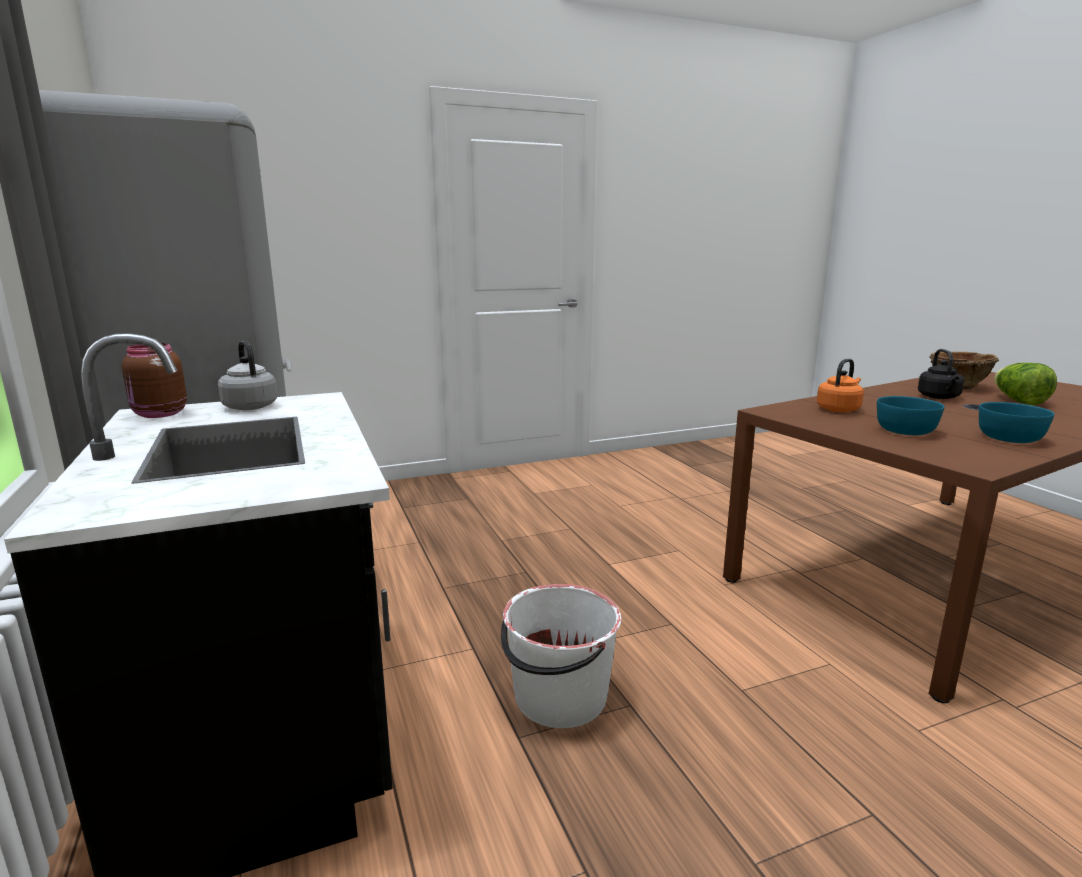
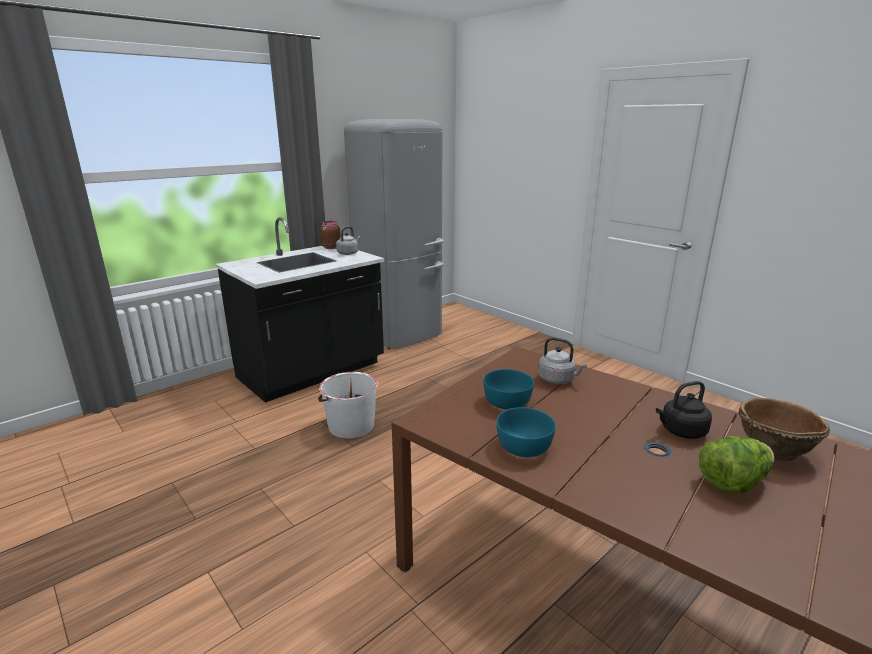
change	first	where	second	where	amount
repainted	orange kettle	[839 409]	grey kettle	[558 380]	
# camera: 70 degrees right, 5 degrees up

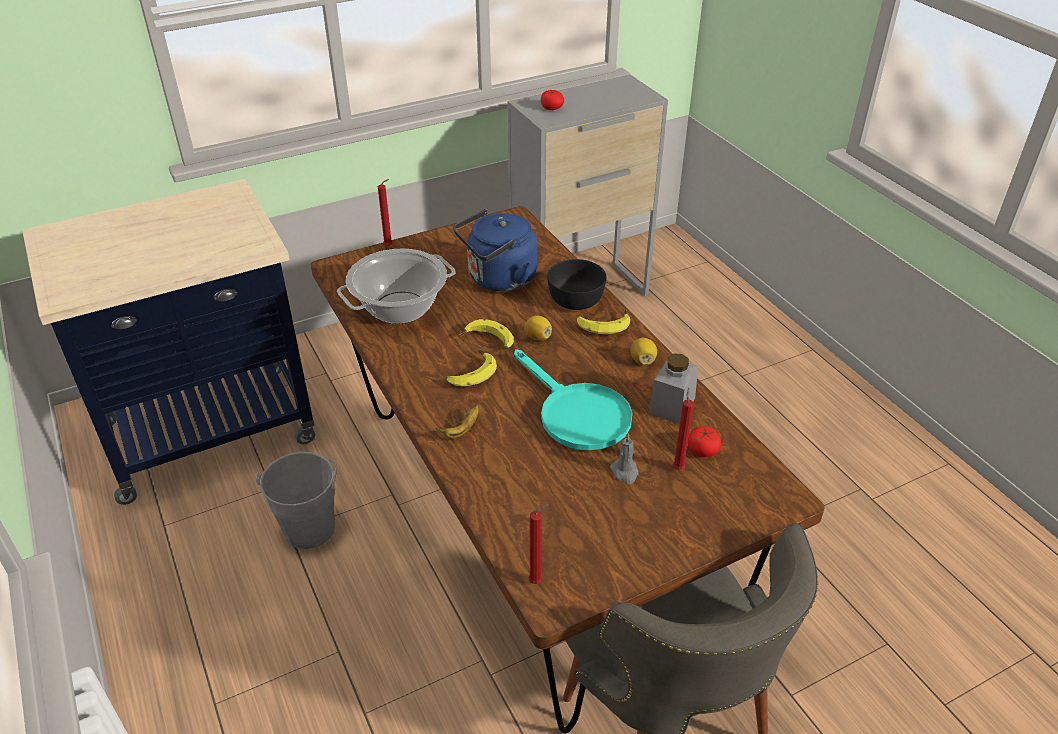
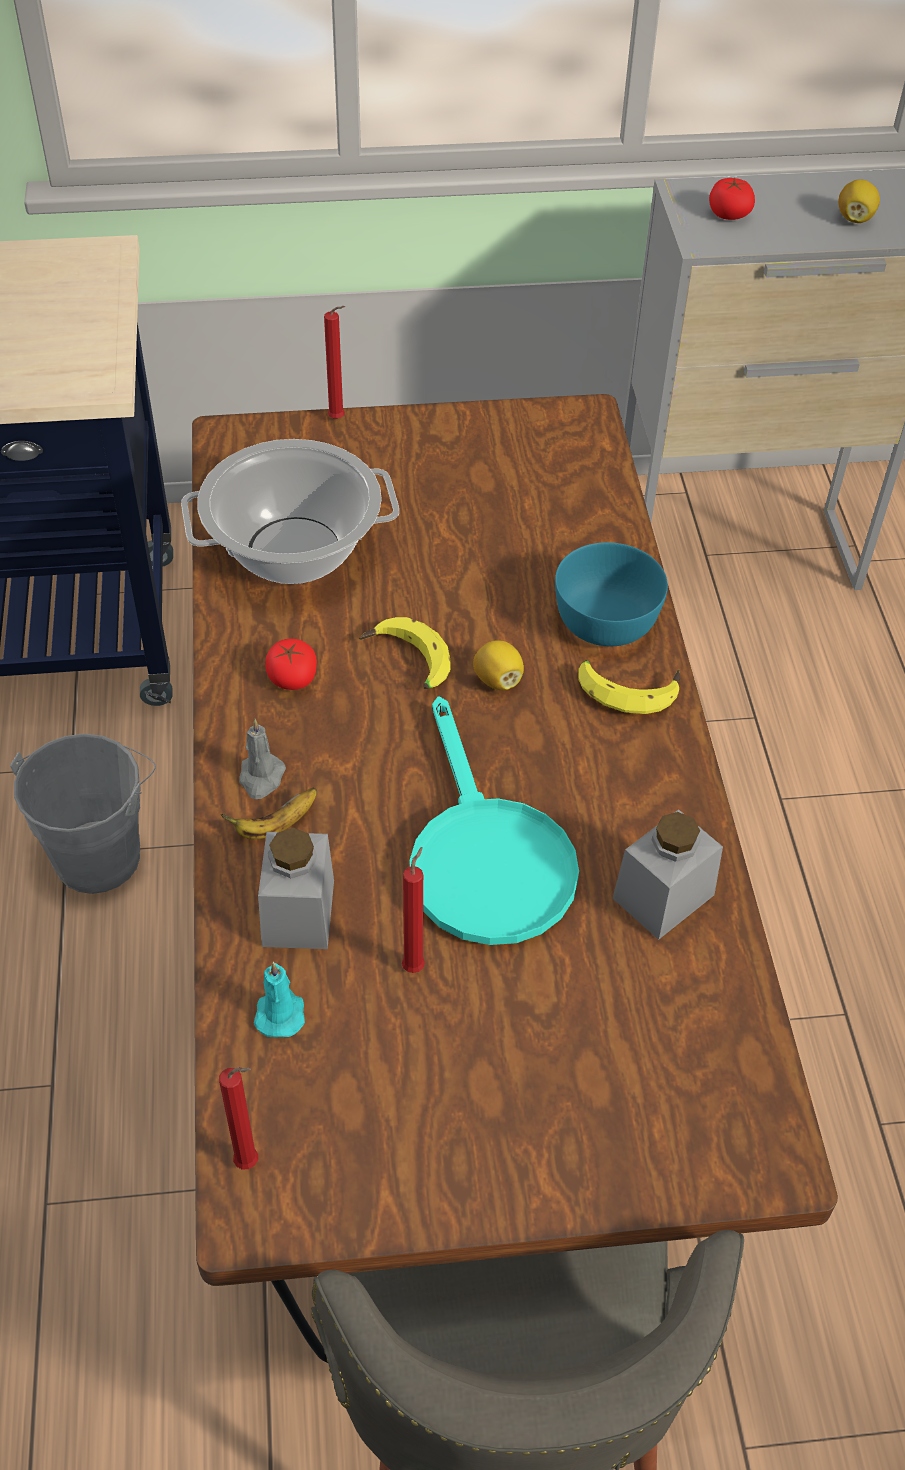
change	first	where	second	where	amount
gone	banana	[470 373]			
gone	blue kettle	[498 279]			
repainted	black bowl	[574 299]	turquoise bowl	[604 619]	
shifted	grey candle	[625 472]		[261 778]	
shifted	lemon	[642 360]		[855 218]	
shifted	red candle	[678 467]		[415 965]	
shifted	tomato	[702 450]		[292 678]	
new			turquoise candle	[280 1012]	
new			grey jar	[298 913]	
# camera: 20 degrees right, 10 degrees up

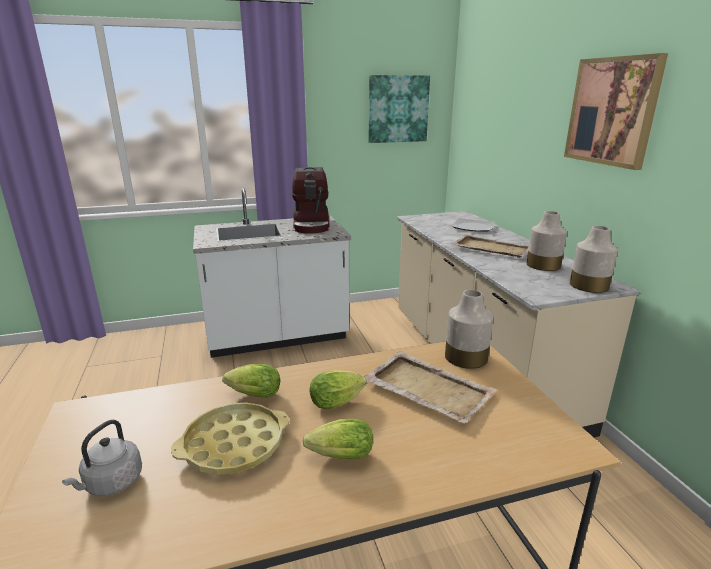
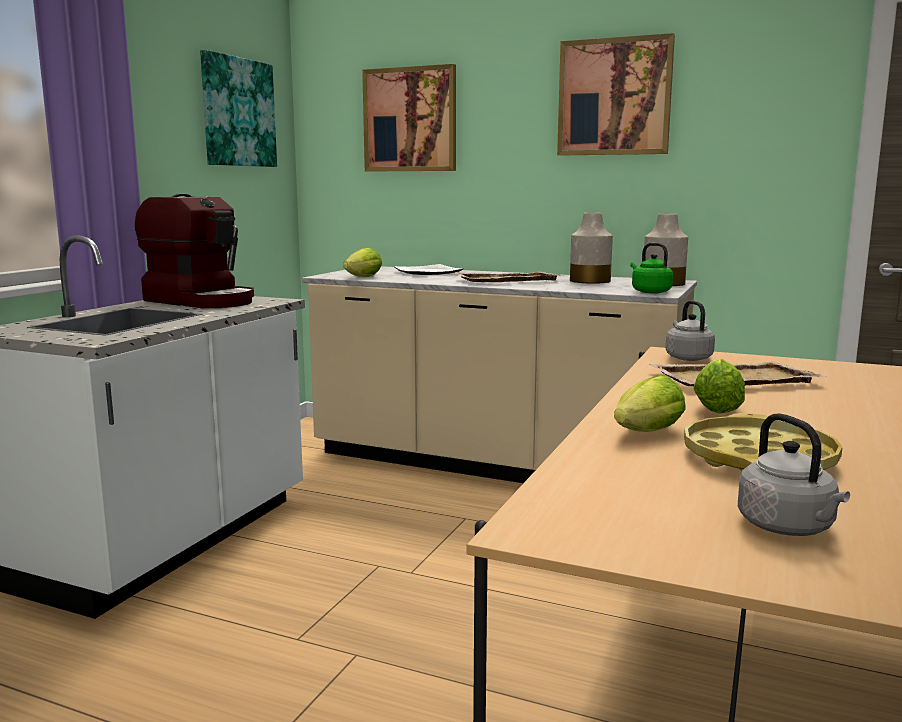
change	first	where	second	where	amount
shifted	lettuce	[338 456]		[361 277]	
swapped	beige vase	[466 356]	grey kettle	[687 357]	
new			picture	[410 120]	
new			green kettle	[649 292]	
# camera: 50 degrees left, 10 degrees down

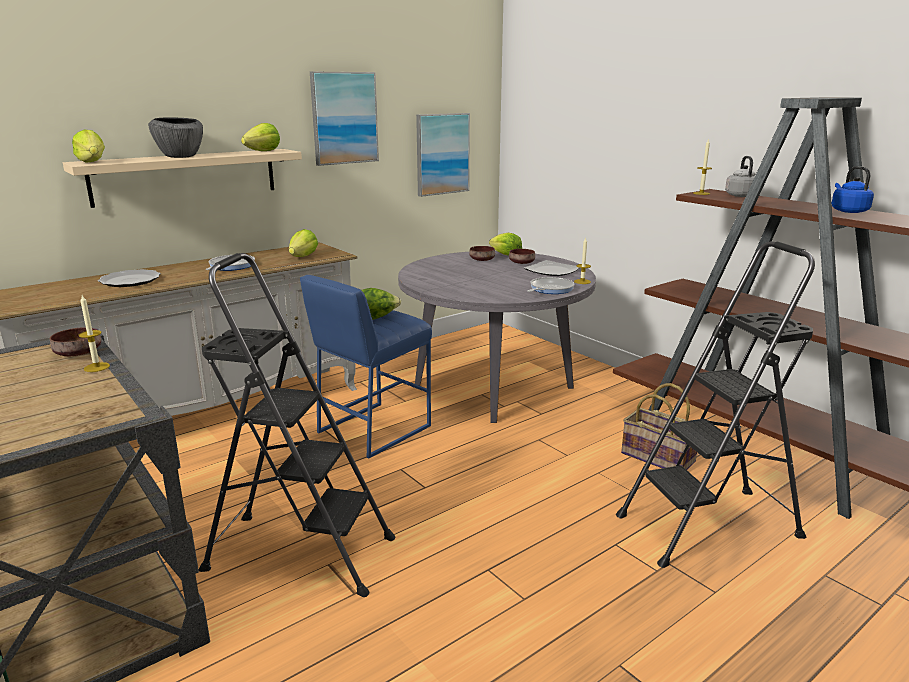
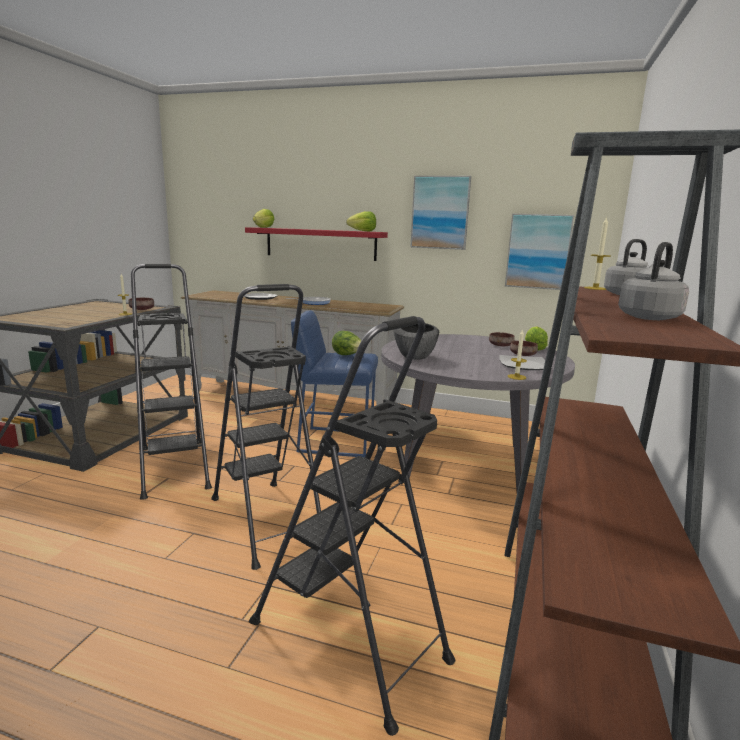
change	first	where	second	where	amount
repainted	beige shelf	[186 176]	red shelf	[320 244]	
shifted	bowl	[180 157]		[414 357]	
gone	lettuce	[303 257]			
gone	frying pan	[550 289]			
gone	basket	[658 457]			
repainted	blue kettle	[848 211]	grey kettle	[650 317]	
new			step ladder	[266 521]	
# camera: 55 degrees right, 5 degrees down

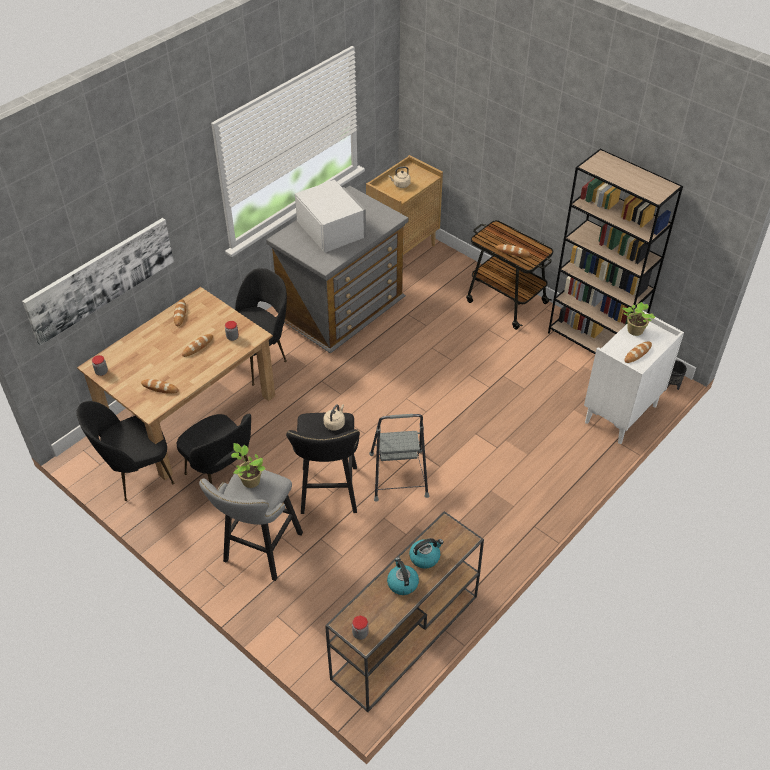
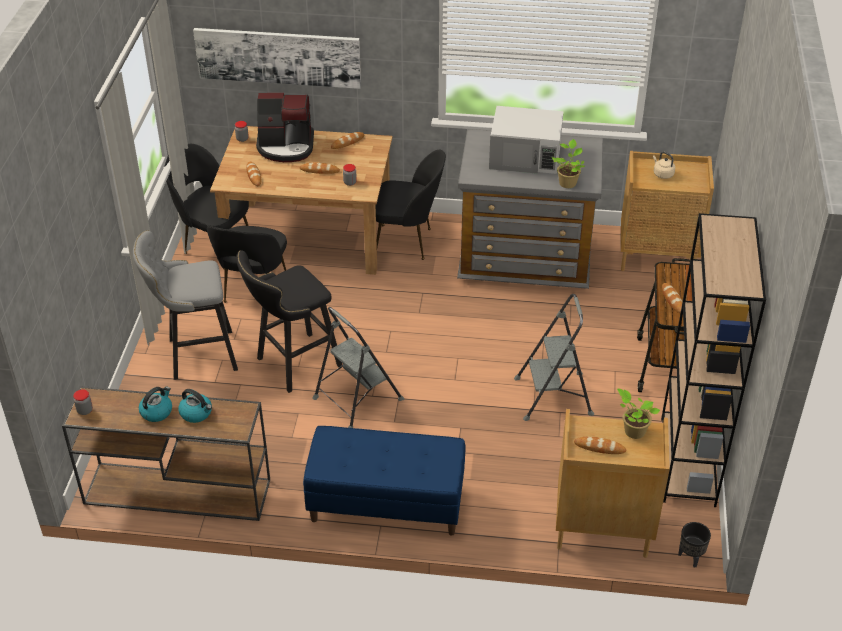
change	first	where	second	where	amount
shifted	potted plant	[250 480]		[567 182]	
rotated	white microwave	[330 228]		[525 156]	75 degrees clockwise
gone	beige kettle	[335 423]			
repainted	white cabinet	[620 414]	brown cabinet	[601 531]	
new			coffee machine	[286 146]	
new			blue bench	[385 504]	
new			grey step ladder	[556 395]	
# camera: 55 degrees right, 5 degrees down

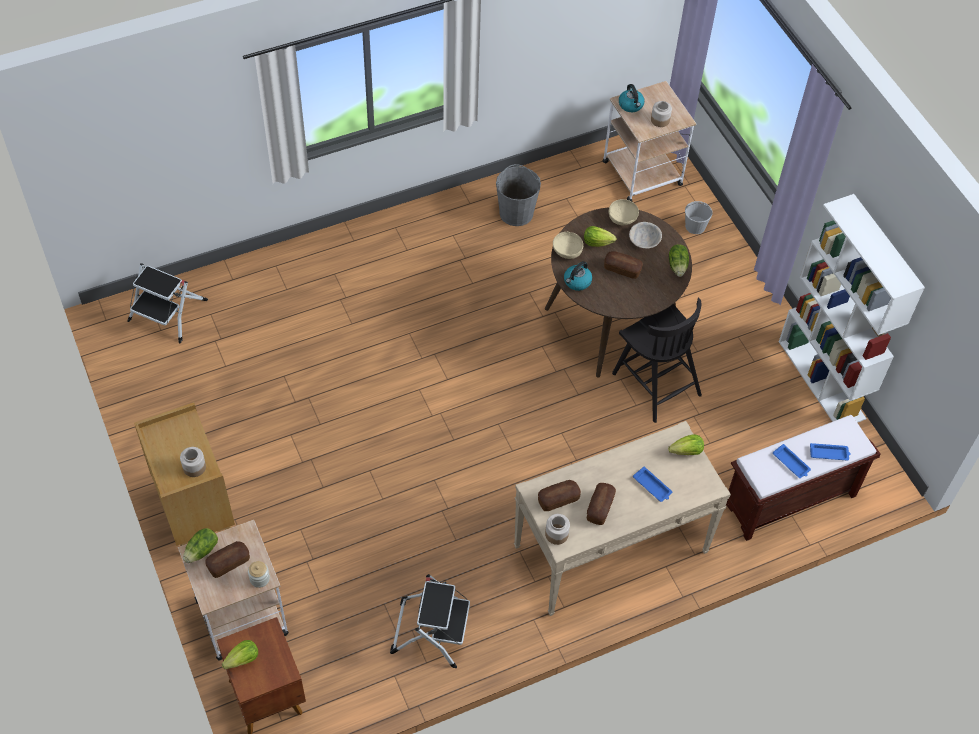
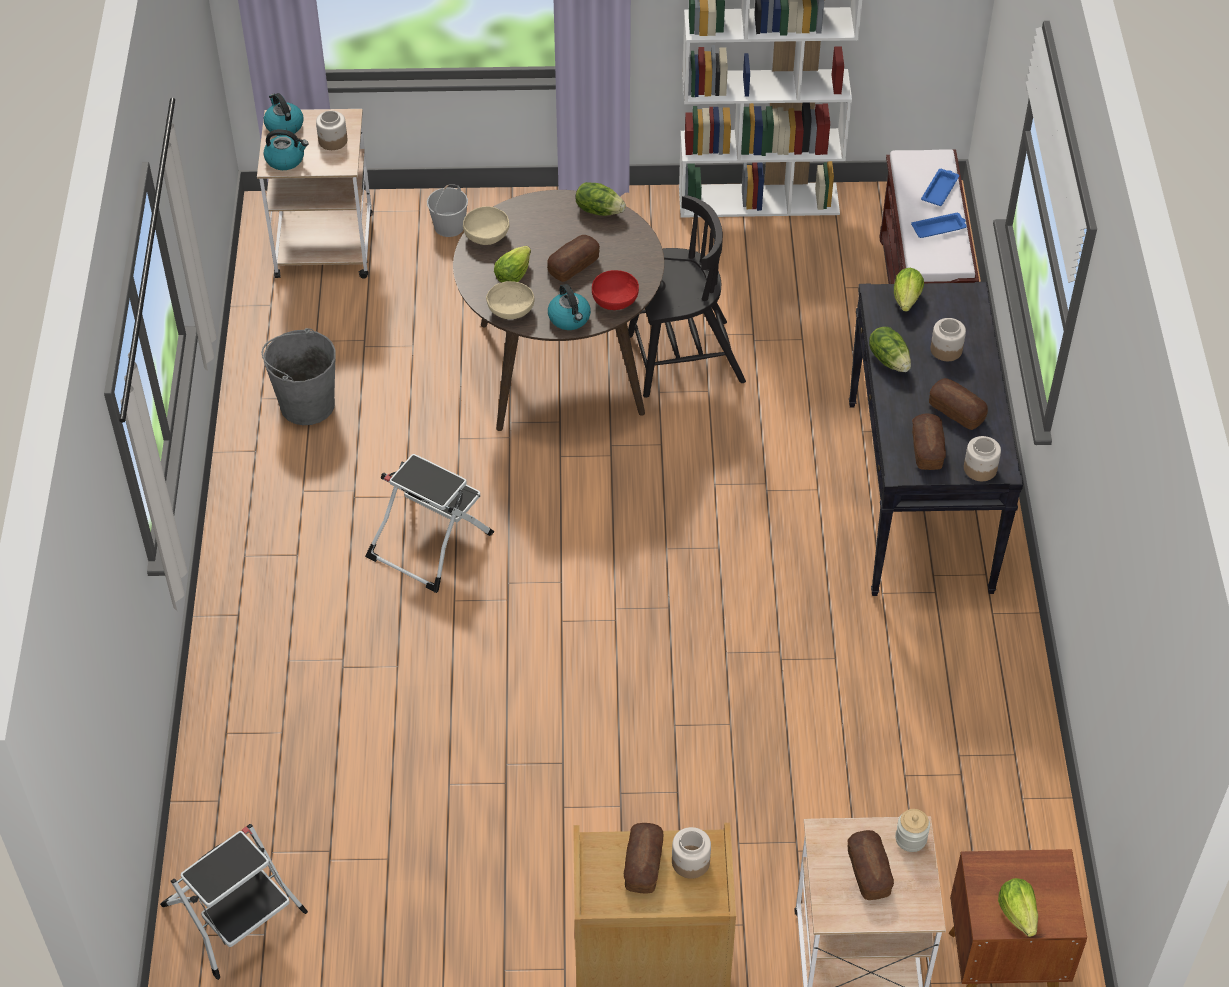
change	first	where	second	where	amount
shifted	lettuce	[202 551]		[889 359]	
shifted	step ladder	[431 630]		[429 540]	
repainted	beige console table	[610 550]	black console table	[919 496]	
gone	beige bowl	[644 241]			
swapped	blue tray	[652 486]	jar	[945 349]	
new			kettle	[283 125]	
new			red bowl	[615 300]	
new			bread	[643 865]	
# camera: 65 degrees left, 5 degrees down

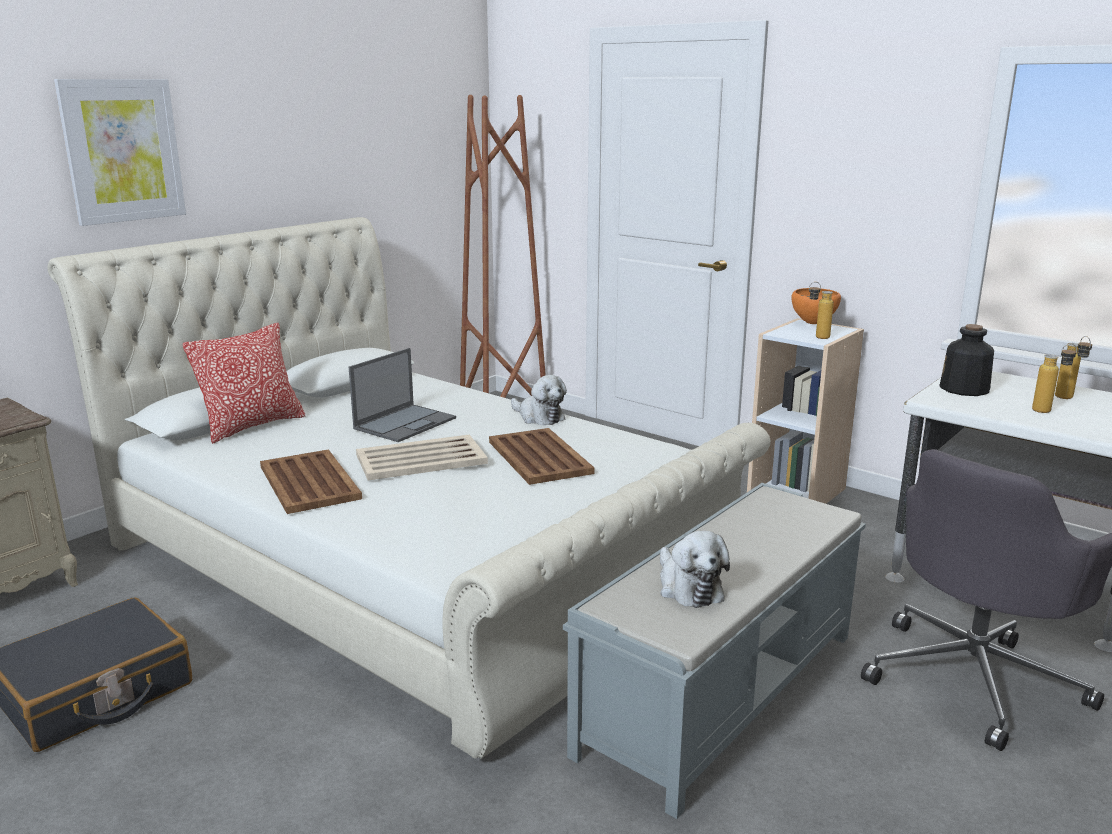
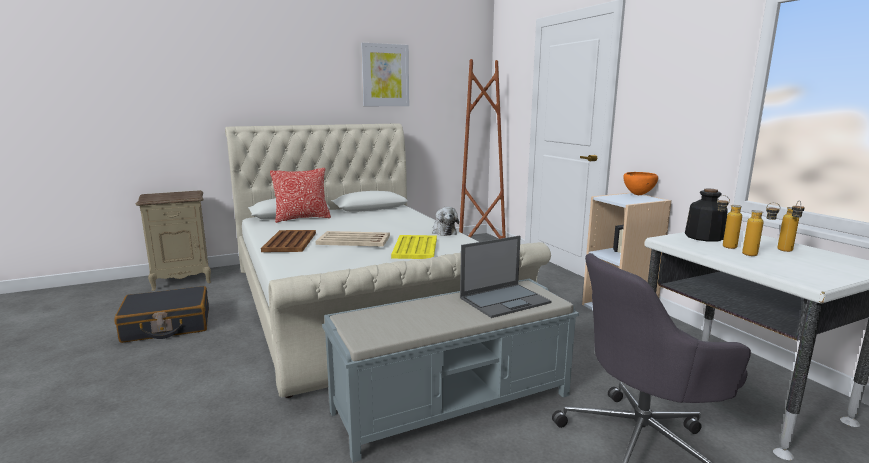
change	first	where	second	where	amount
shifted	picture	[122 151]		[385 75]	
shifted	laptop	[405 423]		[505 300]	
repainted	brown tray	[539 457]	yellow tray	[415 247]	
gone	plush toy	[688 587]			
shifted	bottle	[816 337]		[723 246]	
# camera: 25 degrees right, 5 degrees down

